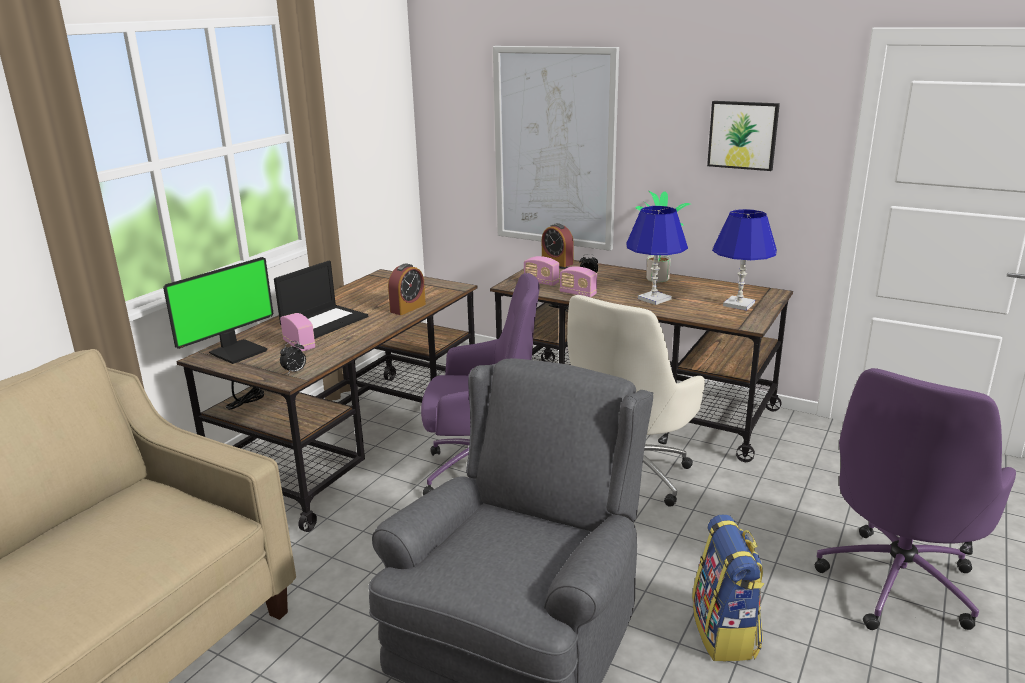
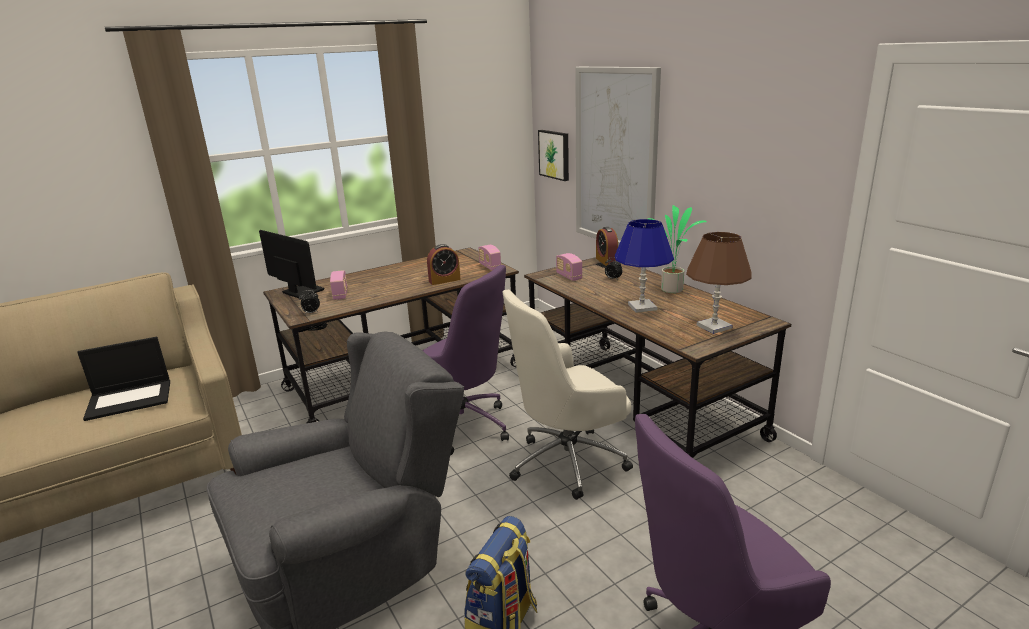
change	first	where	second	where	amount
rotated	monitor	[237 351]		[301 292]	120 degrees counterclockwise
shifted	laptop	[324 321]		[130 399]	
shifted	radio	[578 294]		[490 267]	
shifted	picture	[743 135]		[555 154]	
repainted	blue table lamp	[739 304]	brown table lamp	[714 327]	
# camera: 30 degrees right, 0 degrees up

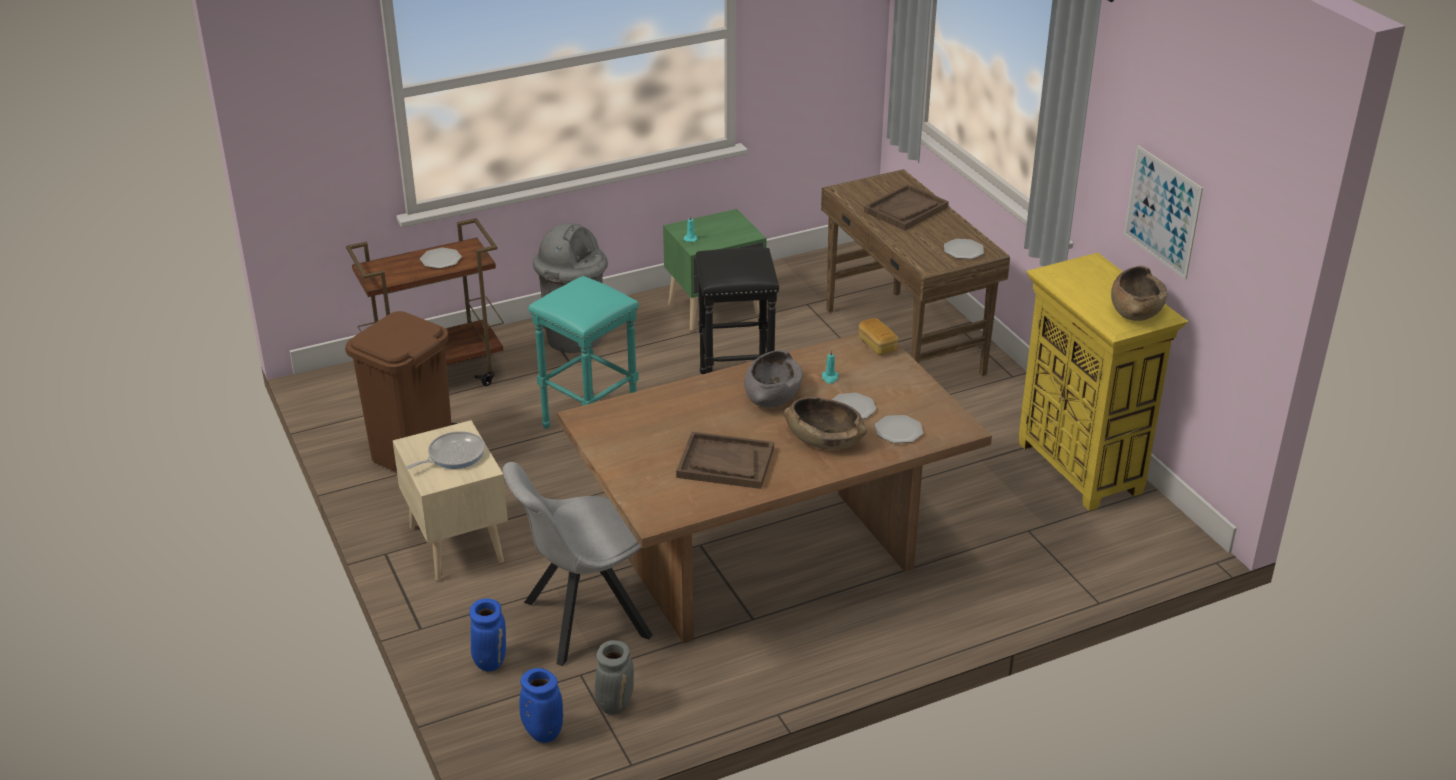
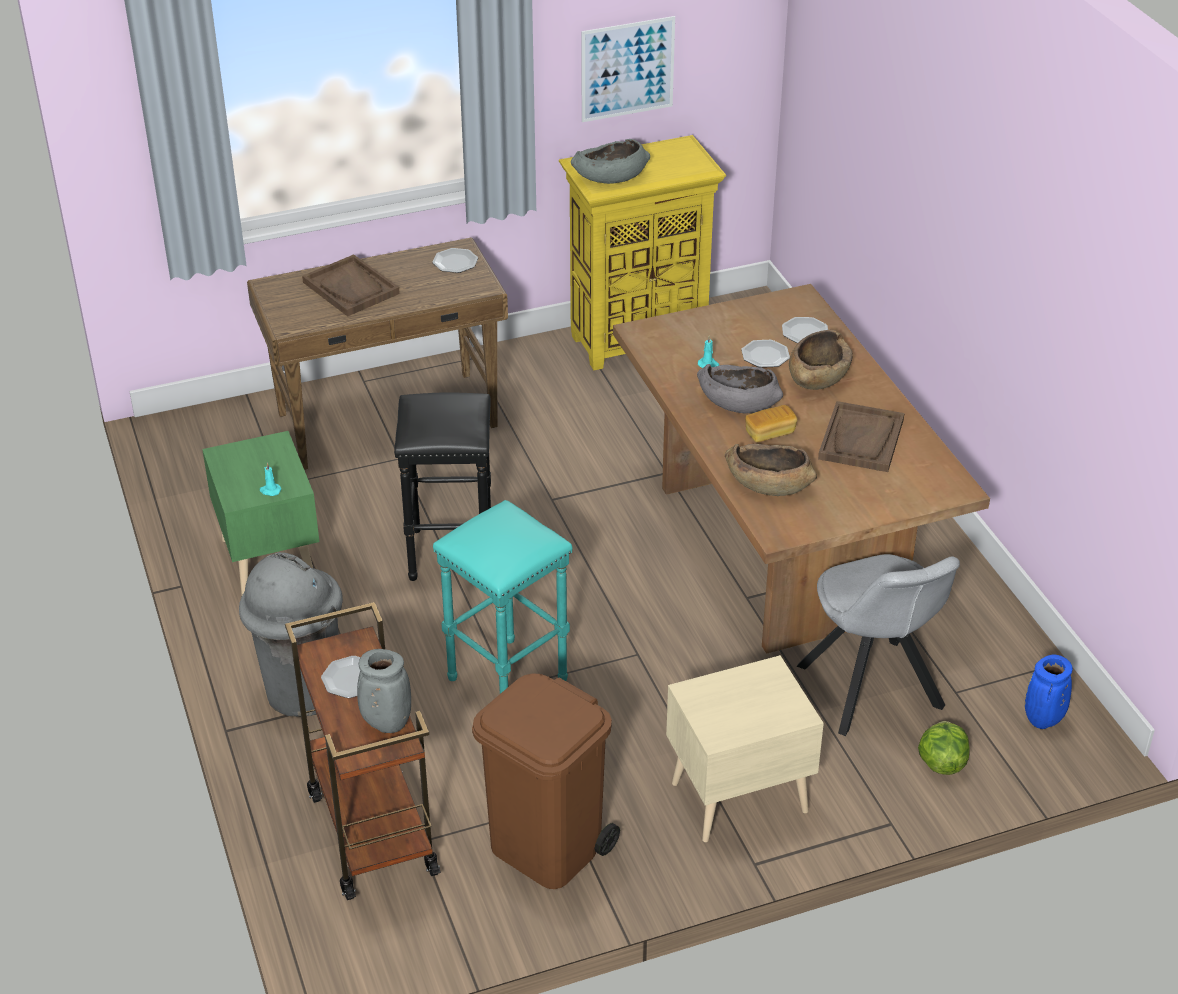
change	first	where	second	where	amount
gone	frying pan	[453 455]			
swapped	blue vase	[489 661]	lettuce	[941 763]	
shifted	grey vase	[614 704]		[385 723]	
shifted	bread	[877 345]		[770 433]	
shifted	brown bowl	[1135 309]		[768 483]	
new			grey bowl	[610 176]	
# camera: 85 degrees left, 5 degrees up

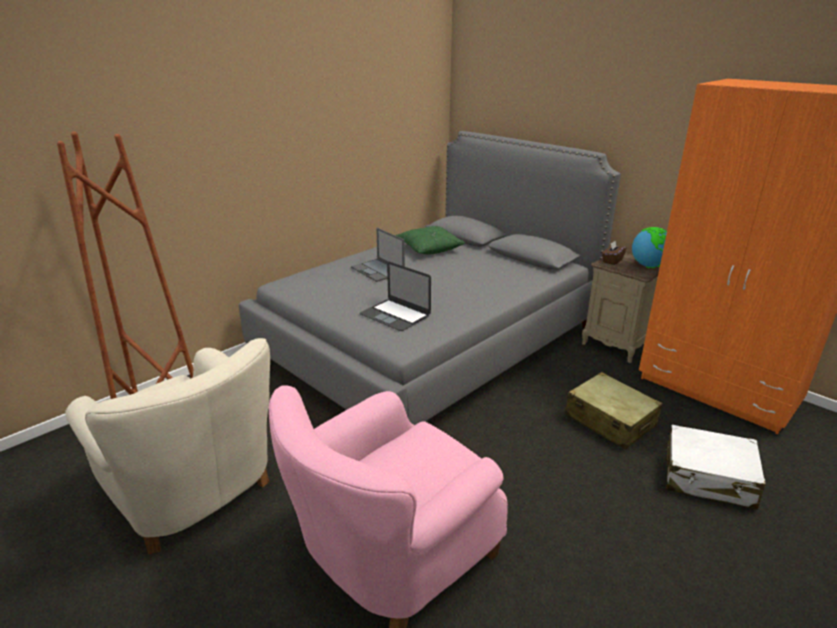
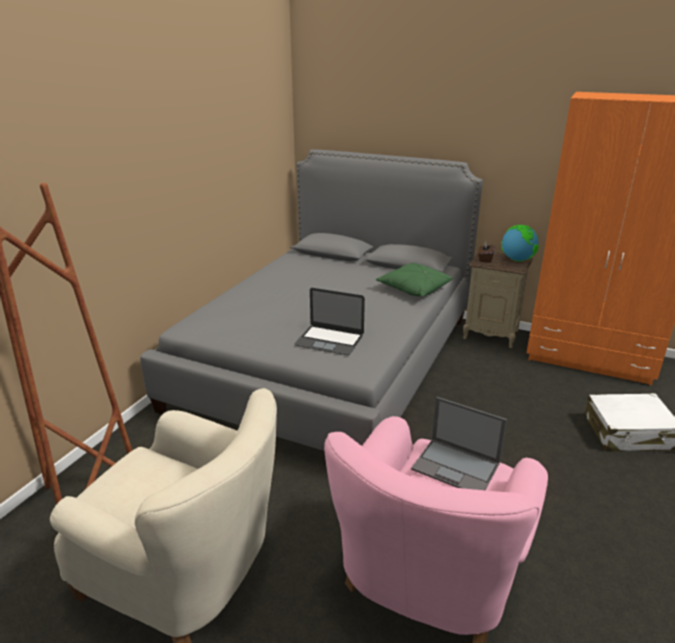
change	first	where	second	where	amount
shifted	laptop	[378 270]		[456 467]	
shifted	green pillow	[429 249]		[413 289]	
gone	beige suitcase	[609 420]			
# camera: 20 degrees left, 0 degrees up

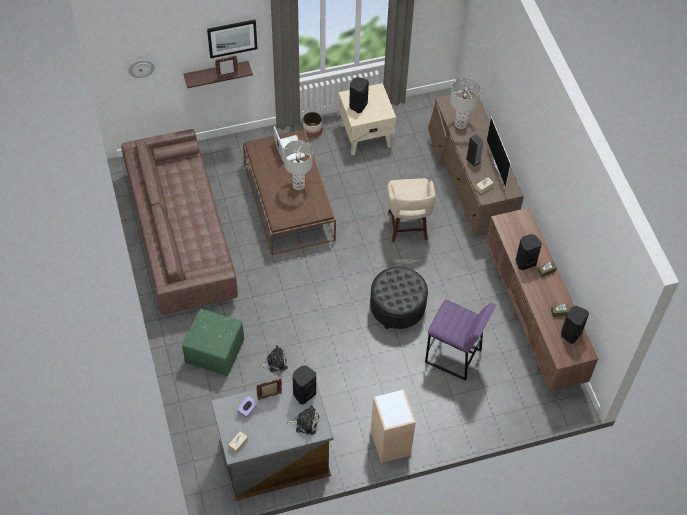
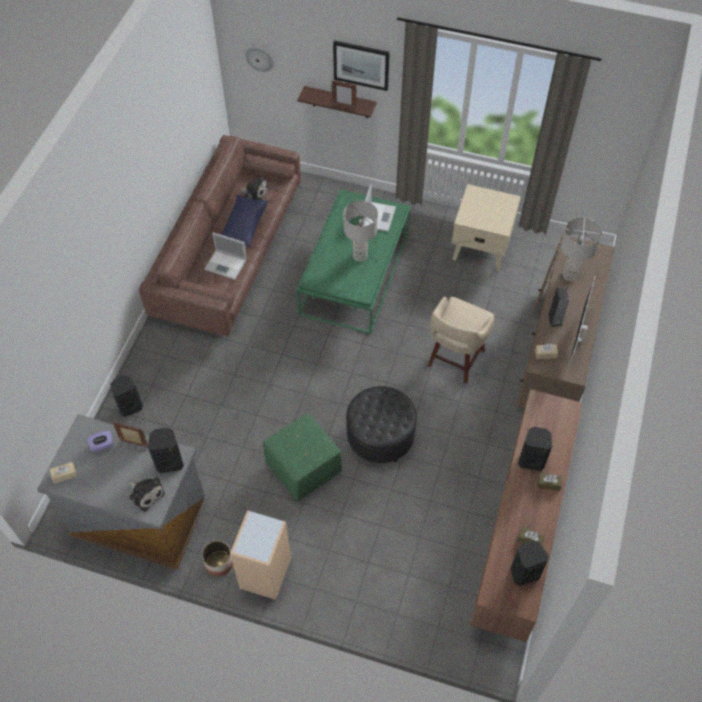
change	first	where	second	where	amount
shifted	green ottoman	[215 352]		[304 468]	
repainted	brown coffee table	[288 201]	green coffee table	[354 272]	
shifted	plush toy	[275 362]		[255 192]	
shifted	planter	[312 130]		[219 563]	
shifted	black speaker	[357 105]		[130 406]	
gone	purple stool	[454 356]			
new			laptop	[226 264]	
new			blue pillow	[244 226]	
# camera: 35 degrees right, 0 degrees up

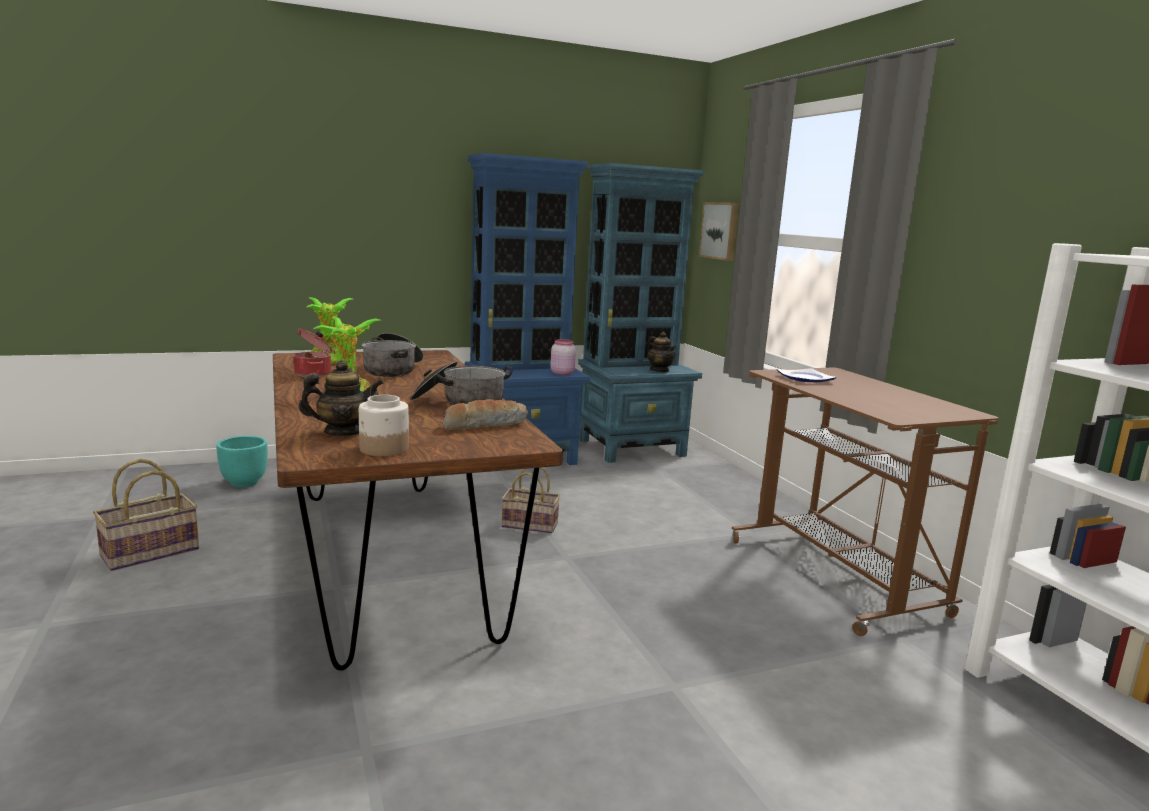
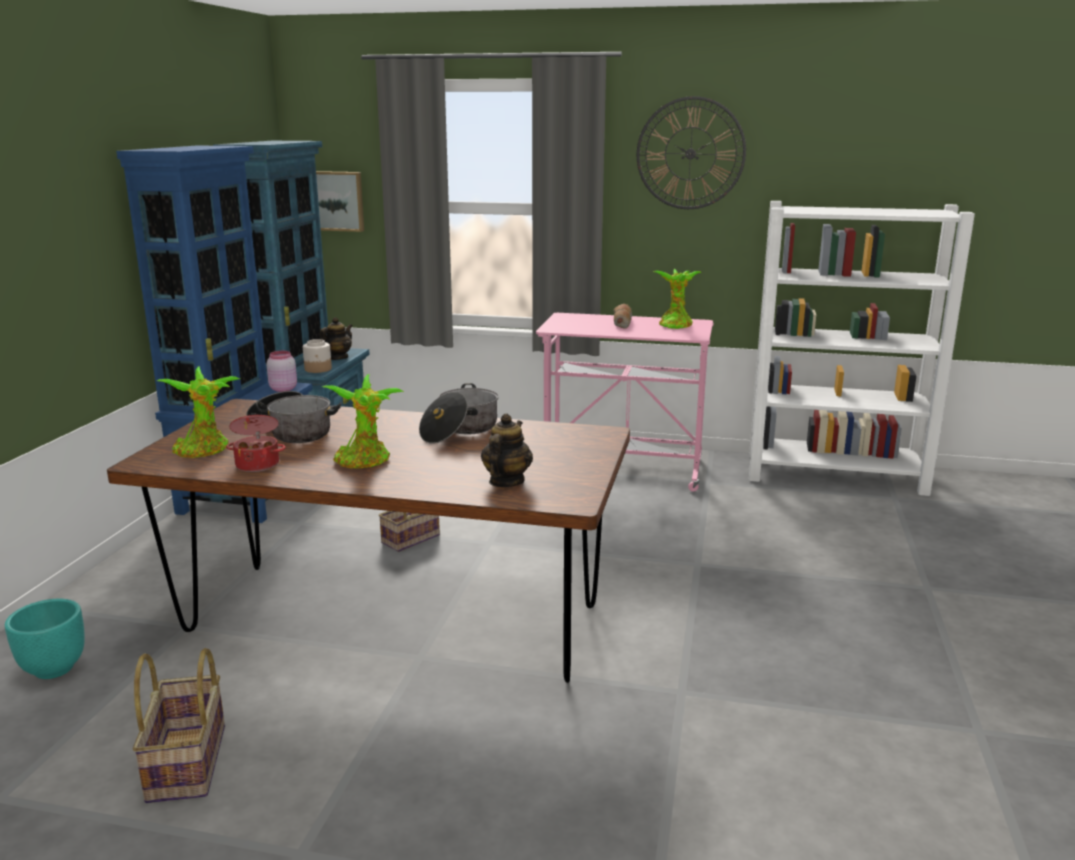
change	first	where	second	where	amount
shifted	jar	[384 449]		[318 369]	
shifted	bread	[485 425]		[622 322]	
rotated	teapot	[660 370]		[337 358]	60 degrees counterclockwise
repainted	brown desk	[834 576]	pink desk	[622 468]	
gone	plate	[806 379]			
new			wall clock	[690 153]	
new			potted plant	[675 324]	
# camera: 55 degrees left, 5 degrees up

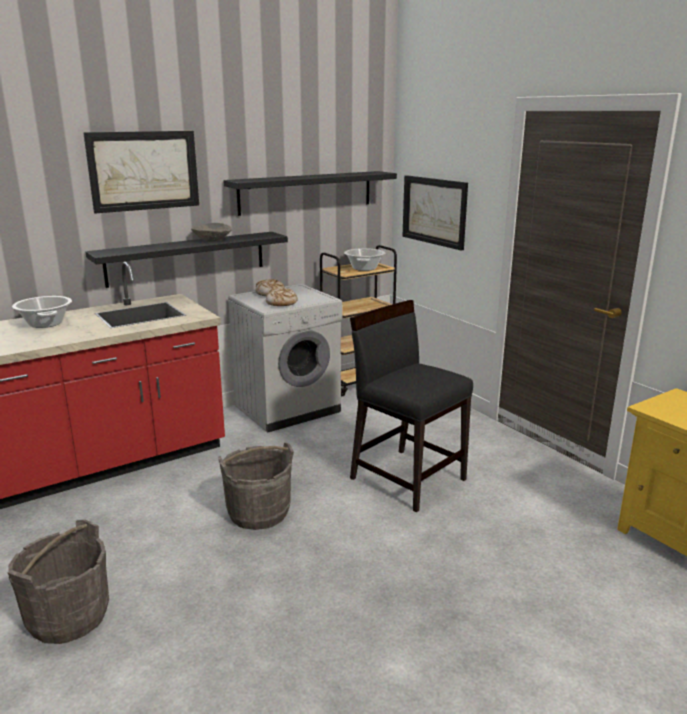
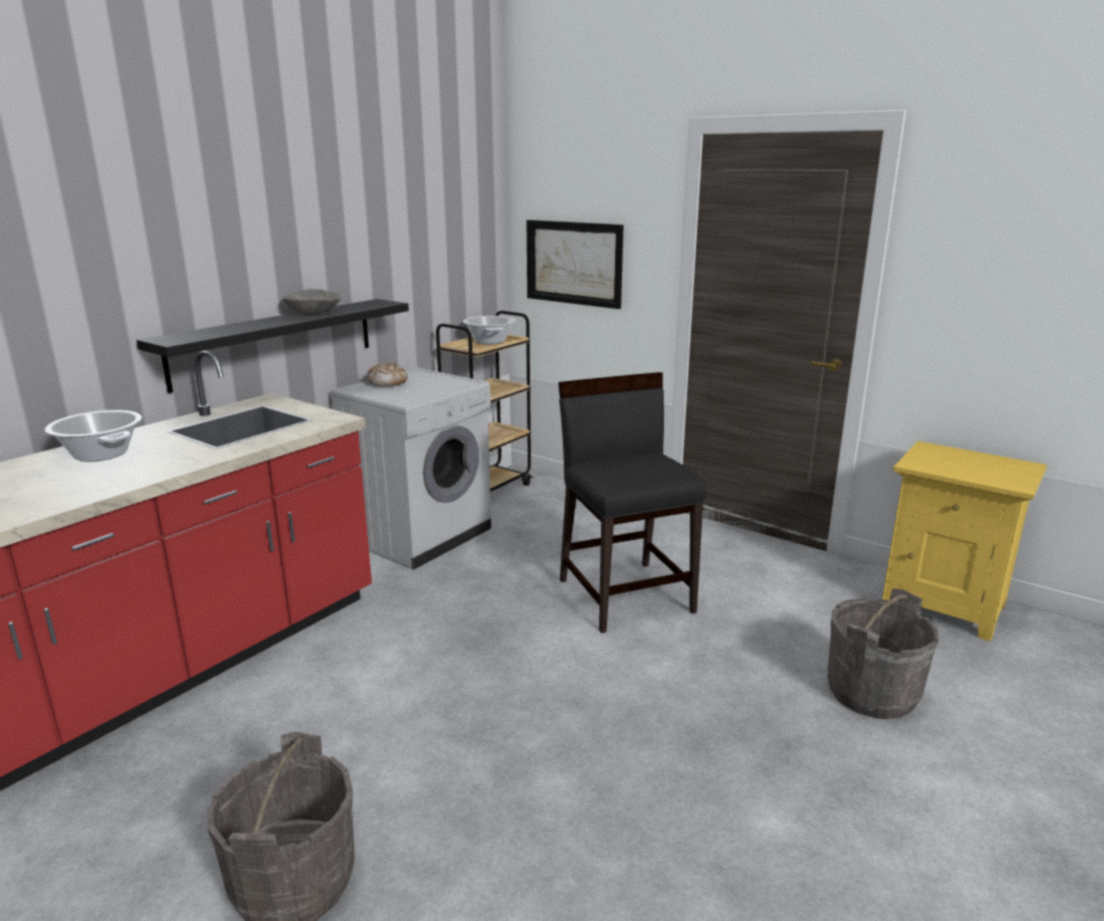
change	first	where	second	where	amount
gone	picture	[144 170]			
shifted	grey bucket	[258 513]		[872 693]	
gone	black shelf	[306 192]			
gone	bread	[281 303]			
rotated	black chair	[407 478]		[625 594]	45 degrees clockwise
# camera: 20 degrees left, 0 degrees up

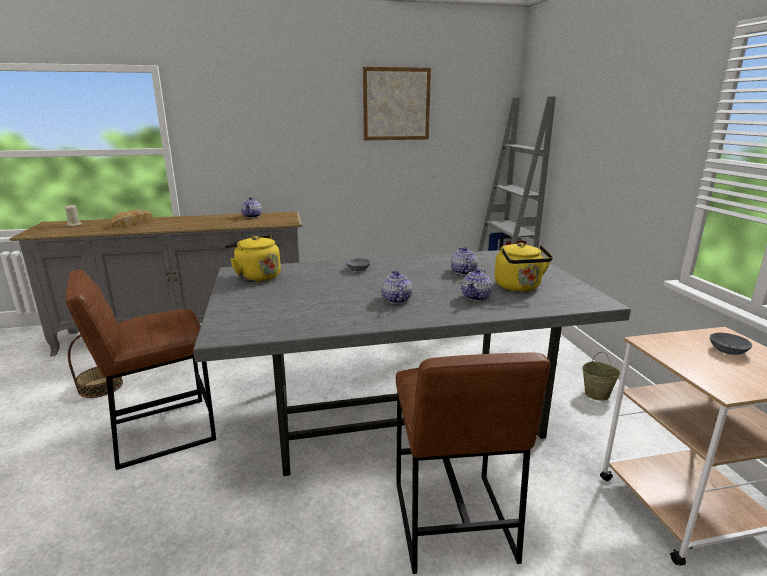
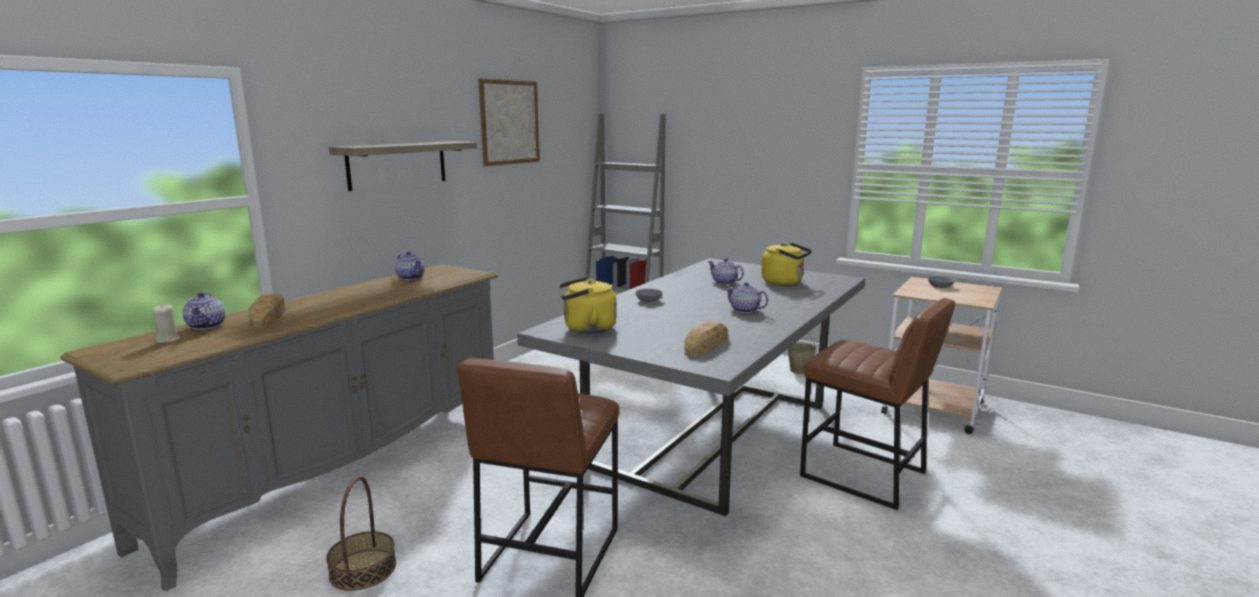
change	first	where	second	where	amount
shifted	teapot	[476 297]		[207 326]	
new			shelf	[397 164]	
new			bread	[705 345]	
# camera: 45 degrees left, 5 degrees down

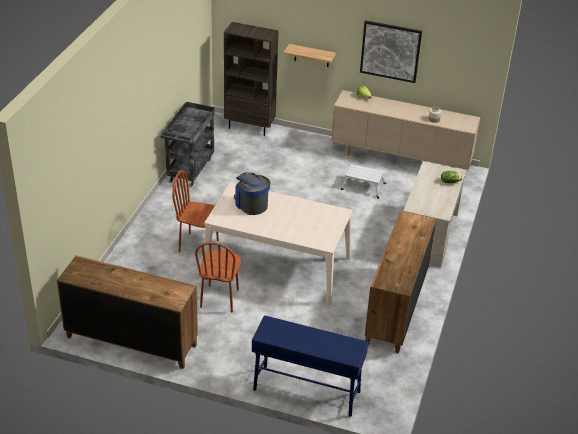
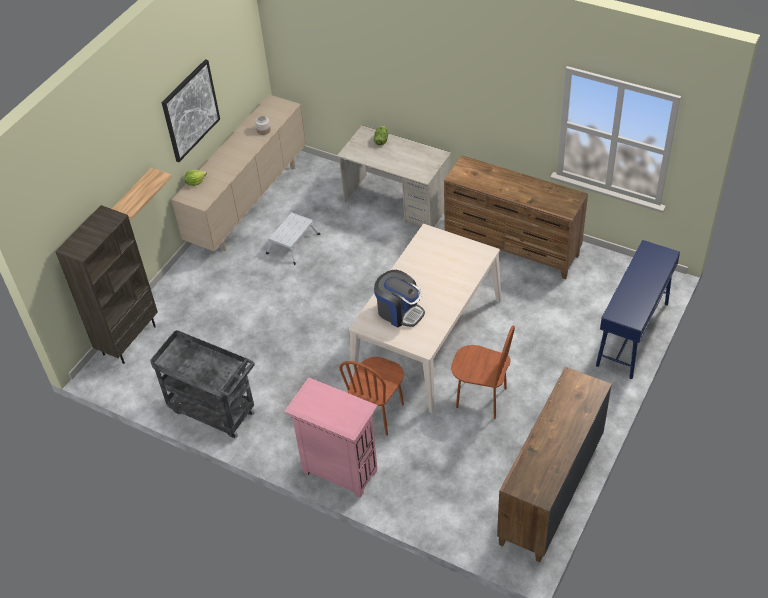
change	first	where	second	where	amount
rotated	coffee machine	[251 204]		[399 311]	120 degrees counterclockwise
new			pink cabinet	[339 472]	
# camera: 75 degrees left, 10 degrees up

